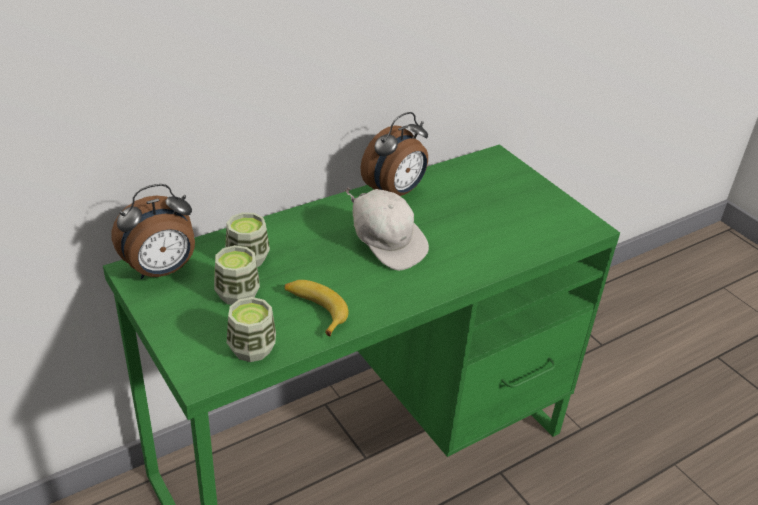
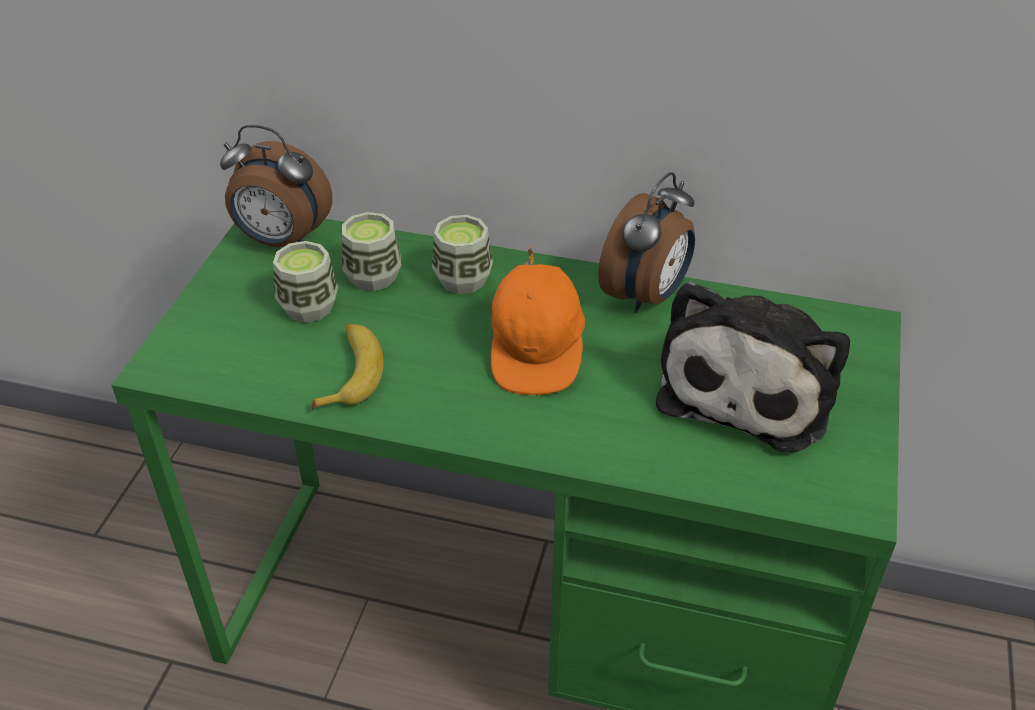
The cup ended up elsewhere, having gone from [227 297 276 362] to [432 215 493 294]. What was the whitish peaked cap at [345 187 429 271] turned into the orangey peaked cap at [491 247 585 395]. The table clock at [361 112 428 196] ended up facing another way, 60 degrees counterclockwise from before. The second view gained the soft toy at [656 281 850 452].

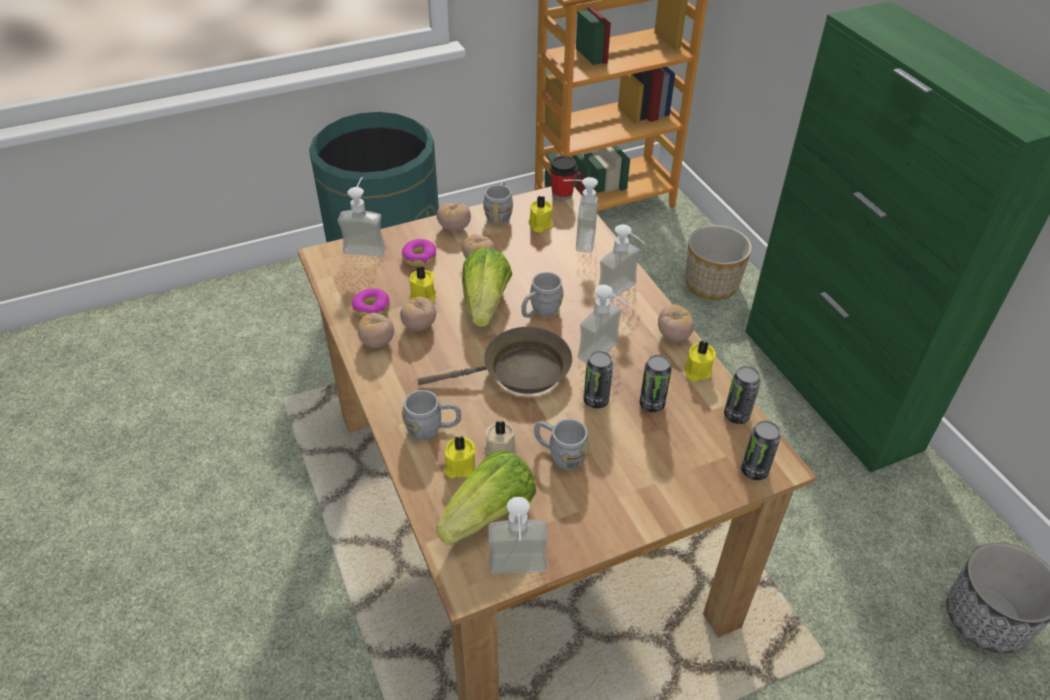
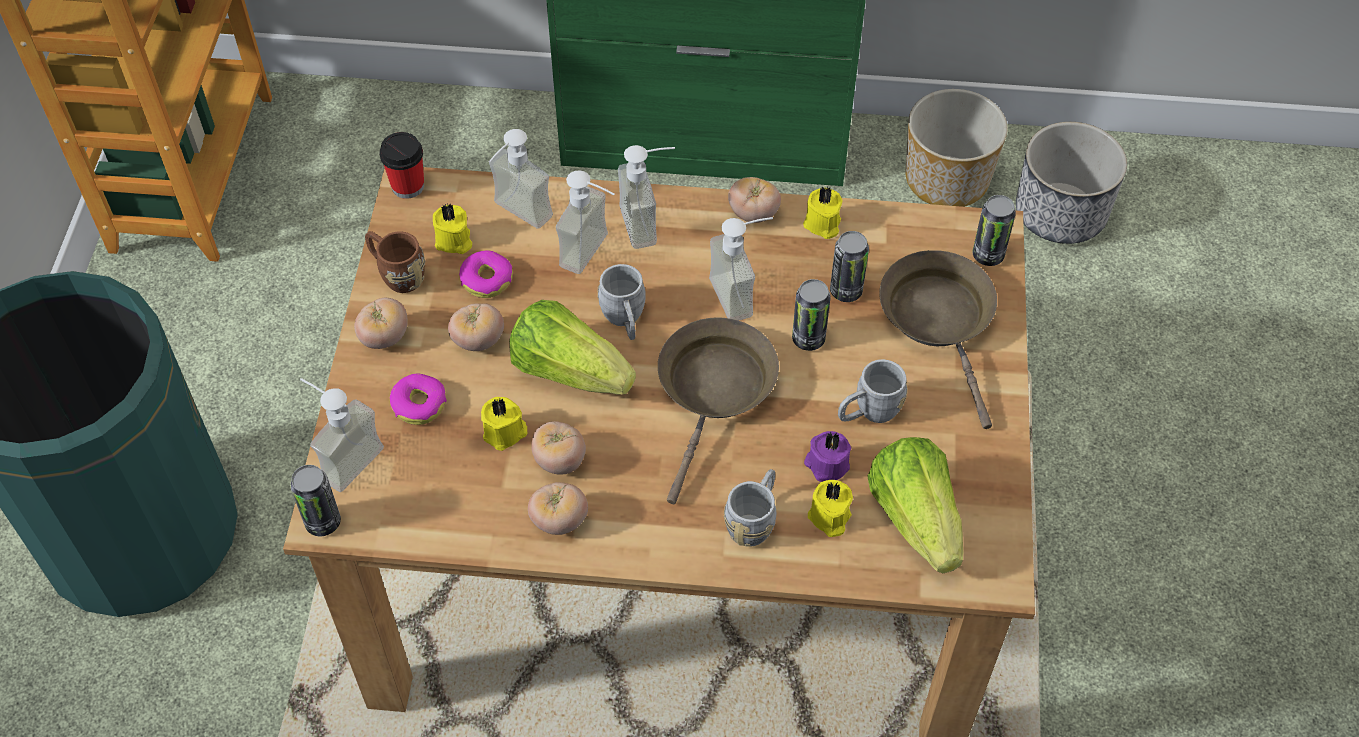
The metal can ended up elsewhere, having gone from [724 366 761 424] to [290 465 341 536]. What was the gray coffee mug at [483 181 513 225] turned into the brown-coloured coffee mug at [365 231 425 293]. The donut ended up elsewhere, having gone from [352 288 390 317] to [459 250 513 298]. The soap bottle ended up elsewhere, having gone from [488 497 548 574] to [556 170 615 274]. What was the beige-coloured candle at [484 420 517 455] turned into the purple candle at [804 431 851 482]. The second view gained the brown-coloured skillet at [879 250 997 429]. The flower pot ended up elsewhere, having gone from [685 225 752 300] to [905 89 1008 207].

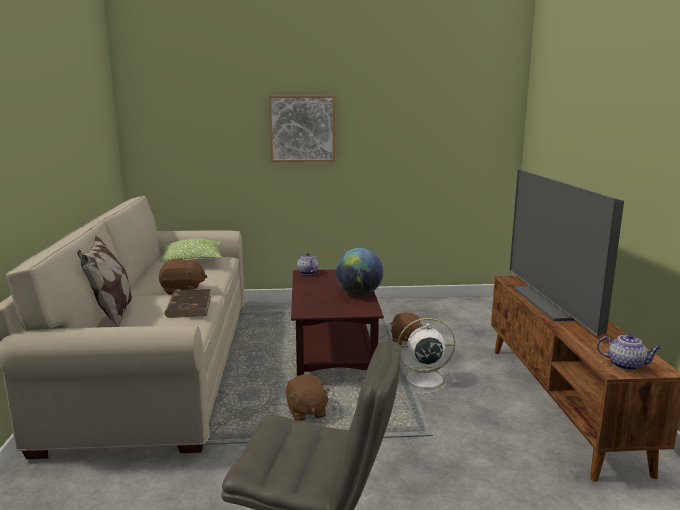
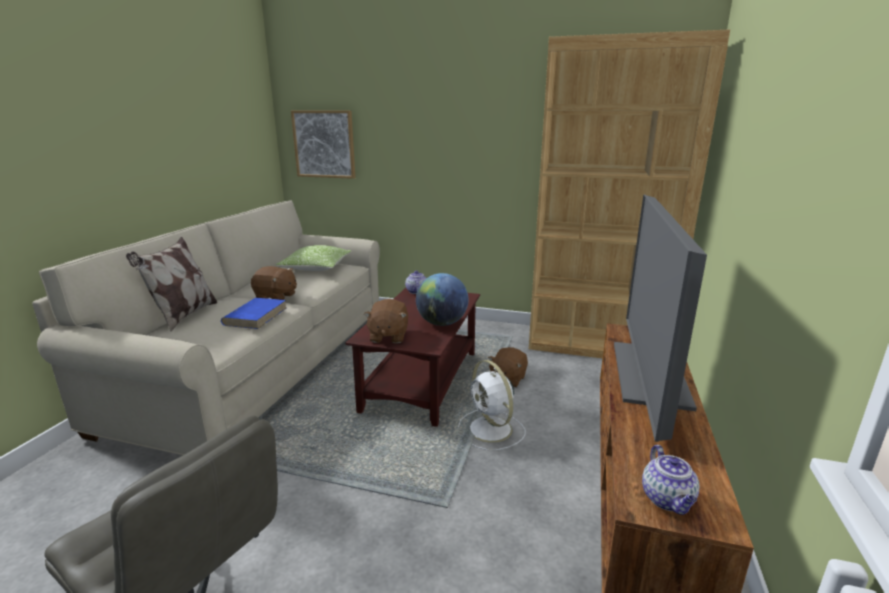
What was the brown-coloured volume at [165 289 211 318] turned into the bluish volume at [221 298 286 329]. The wall picture ended up elsewhere, having gone from [269 95 335 162] to [291 111 356 179]. The brown-coloured soft toy ended up elsewhere, having gone from [286 374 330 421] to [364 299 408 343]. The whitish cooling fan at [397 318 457 394] ended up facing another way, 135 degrees counterclockwise from before. The second view gained the brown-coloured shelving unit at [529 29 730 358]. The teapot at [597 334 662 370] ended up facing another way, 45 degrees clockwise from before.

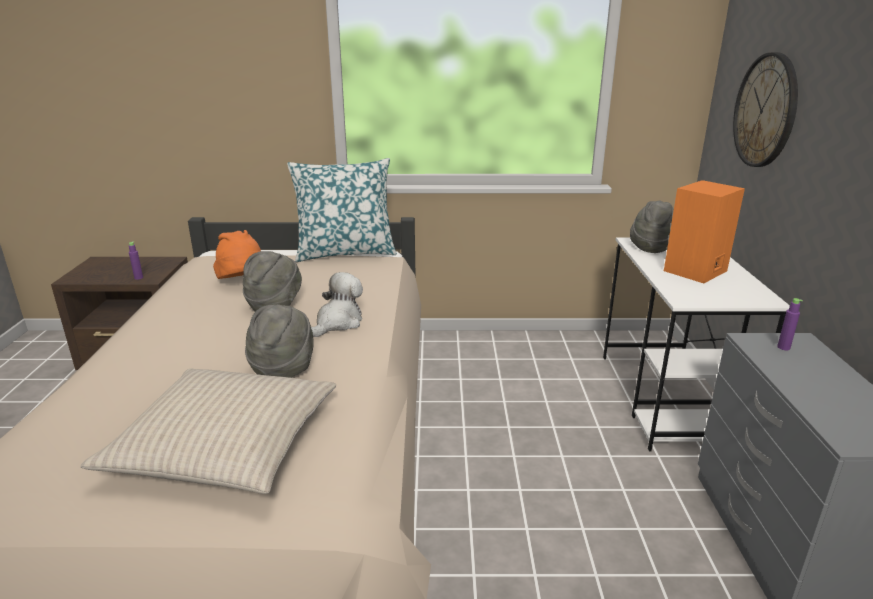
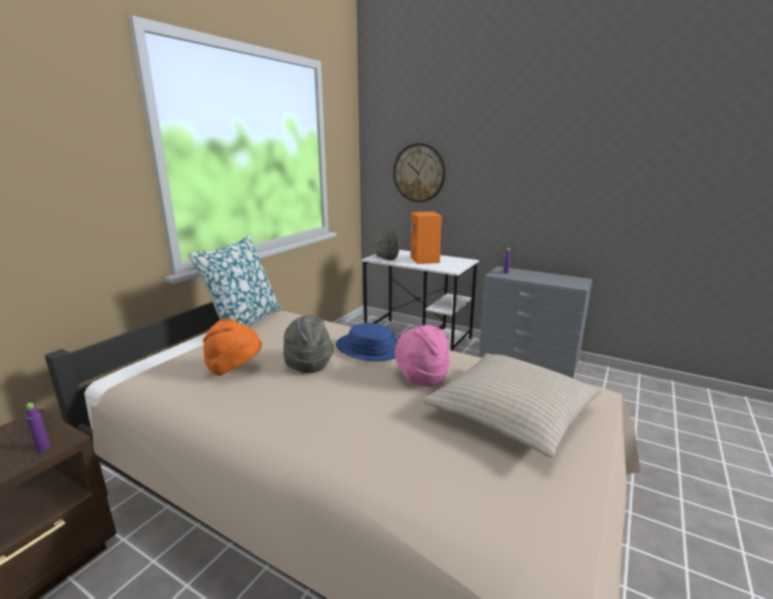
Where the soft toy stood at [311 272 363 337], the bluish wearable hat came to stand at [336 323 398 361]. What was the gray wearable hat at [245 304 314 378] turned into the pink wearable hat at [394 325 450 387].

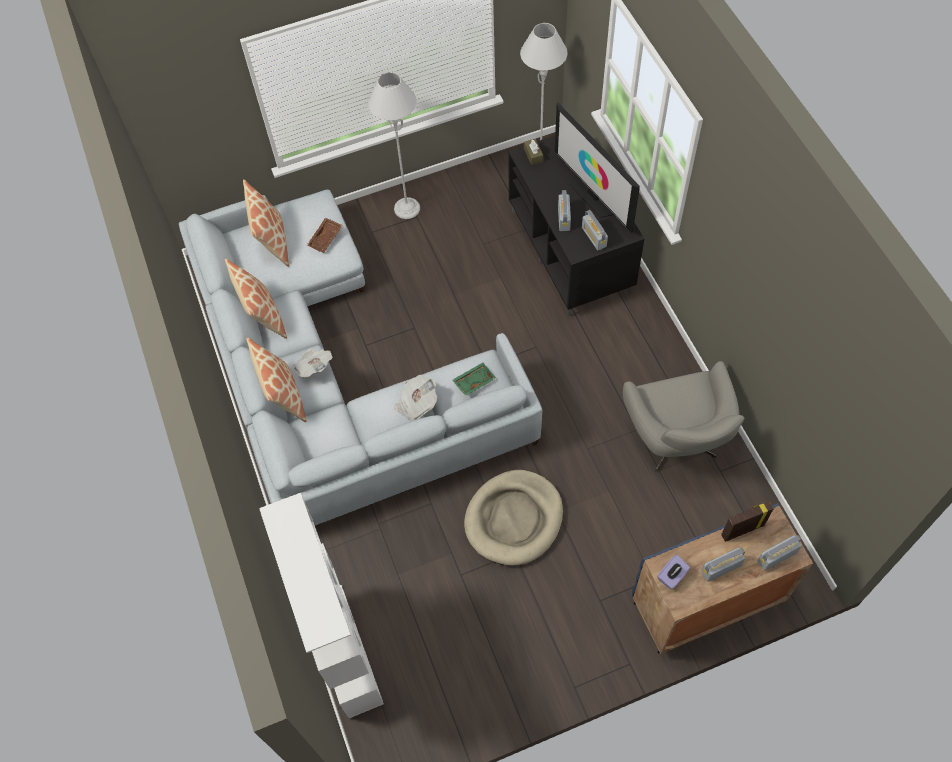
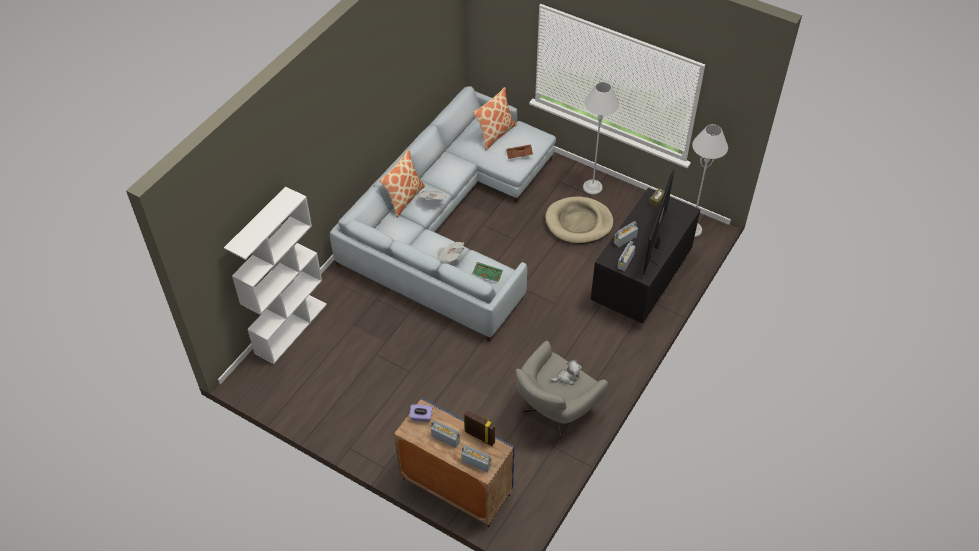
The beige-coloured dog cushion ended up elsewhere, having gone from [464 470 563 566] to [545 197 614 244]. The second view gained the soft toy at [550 360 582 385]. The second view lost the throw pillow at [225 258 287 339].

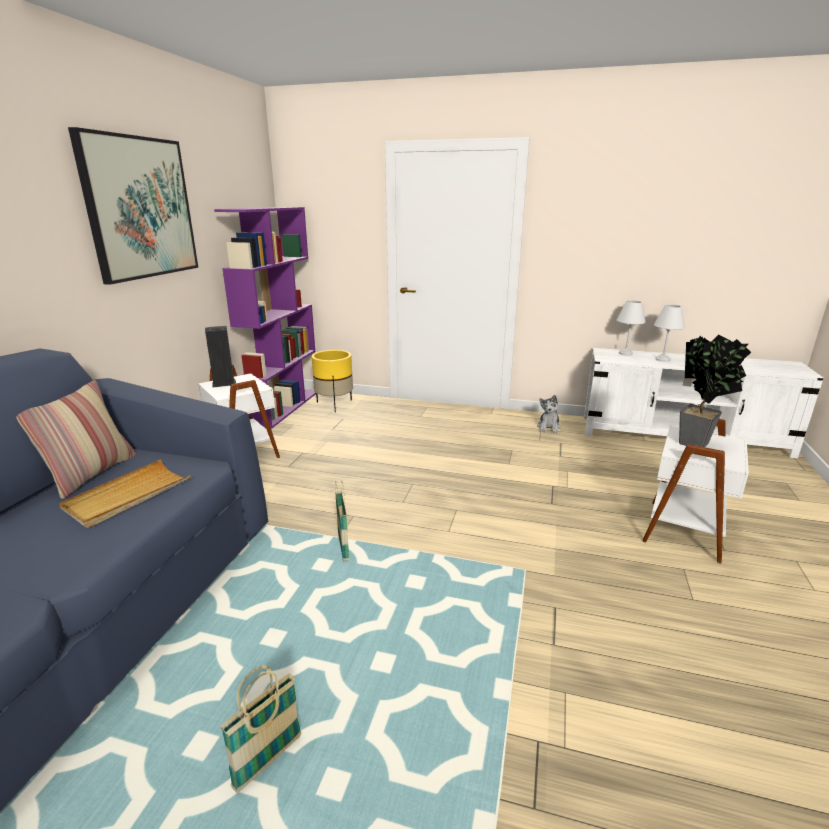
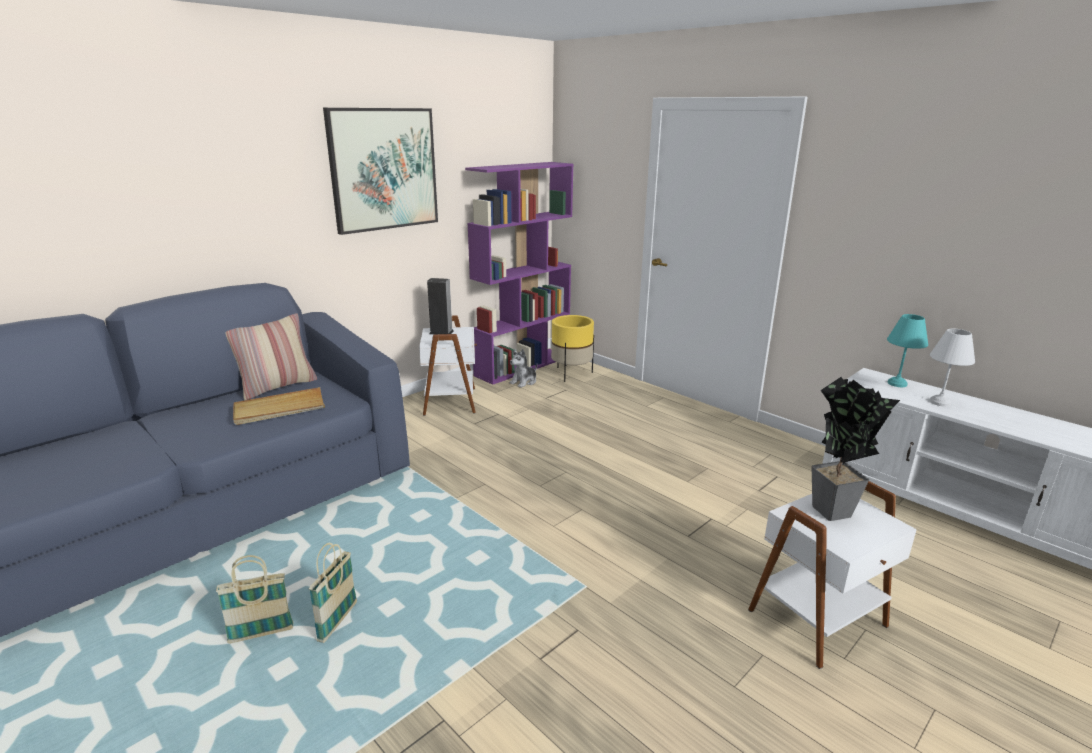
The storage basket ended up elsewhere, having gone from [335 482 349 561] to [309 543 357 643]. The soft toy ended up elsewhere, having gone from [537 395 561 433] to [509 349 537 388]. What was the whitish lamp for a table at [617 300 646 356] turned into the turquoise lamp for a table at [887 314 928 387].

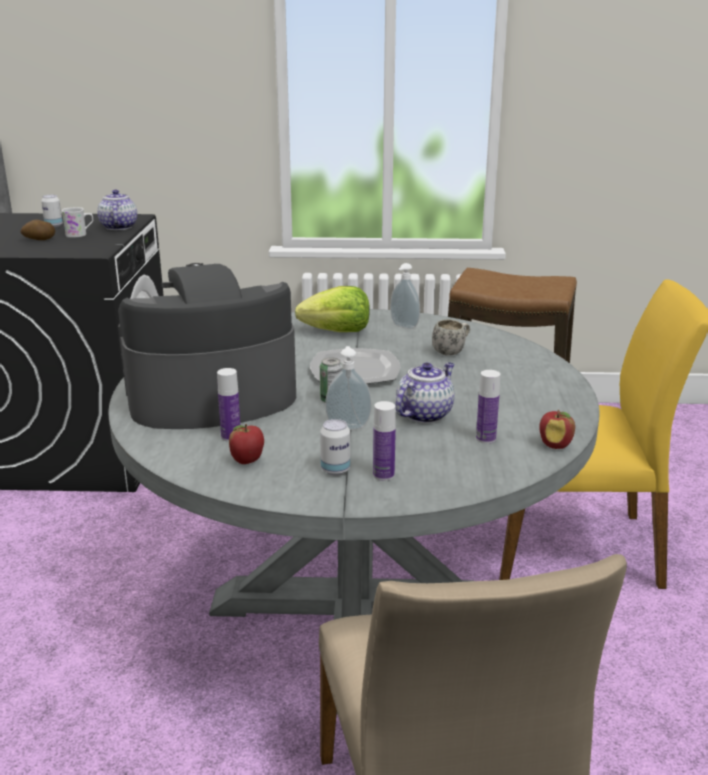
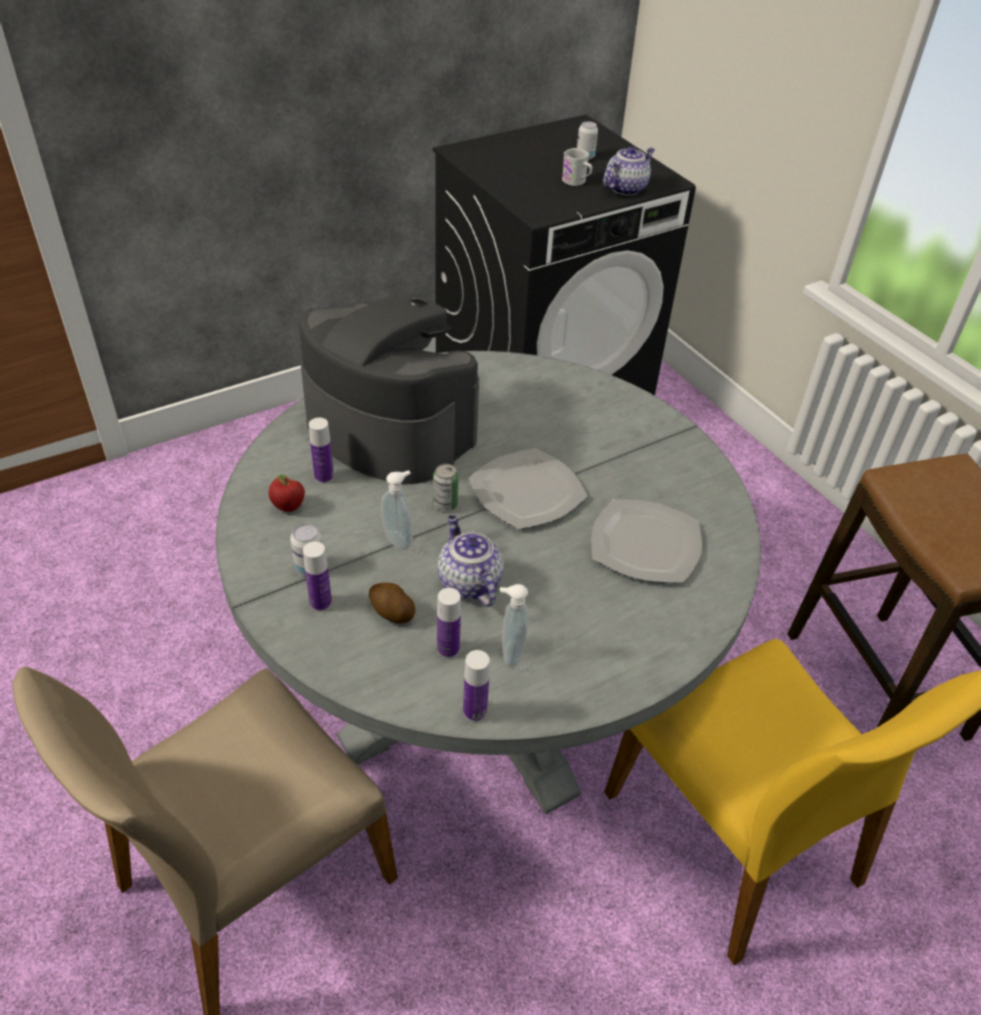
The spud ended up elsewhere, having gone from [20 220 55 240] to [369 583 415 623]. The teapot at [395 362 455 423] ended up facing another way, 120 degrees counterclockwise from before. Where the apple stood at [539 410 575 449], the drink bottle came to stand at [463 650 490 722]. The soap bottle ended up elsewhere, having gone from [390 263 420 329] to [500 584 528 667]. Where the whitish coffee mug stood at [432 319 470 356], the dinner plate came to stand at [591 499 702 583]. The second view lost the lettuce head at [295 286 370 332].

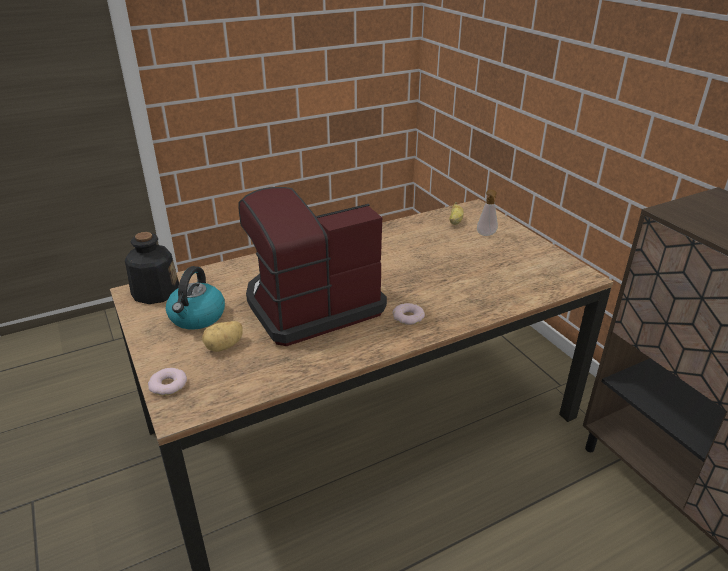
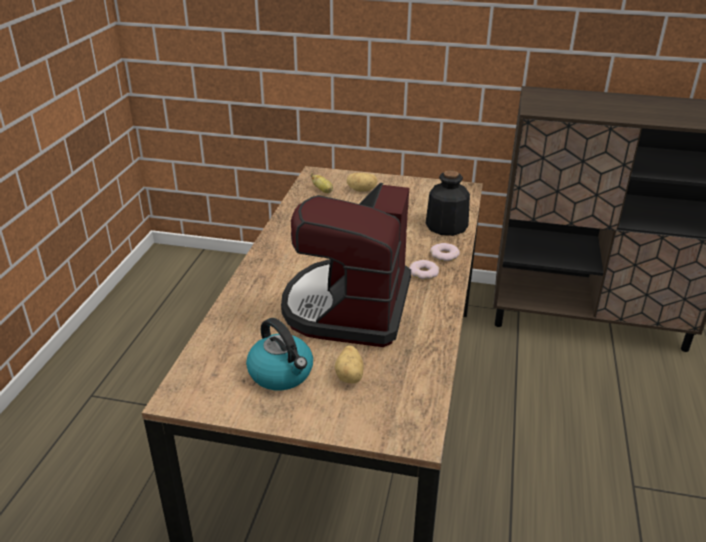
Where the soap bottle stood at [477 190 498 236], the spud came to stand at [347 173 378 192]. The drink bottle ended up elsewhere, having gone from [125 232 179 304] to [425 170 470 236]. The donut ended up elsewhere, having gone from [148 368 187 396] to [430 243 460 261].

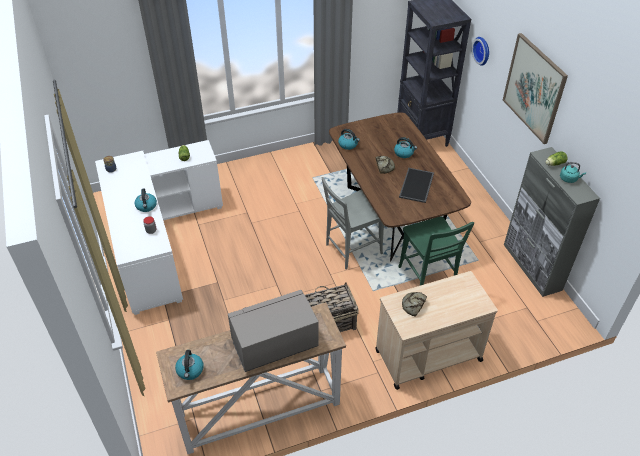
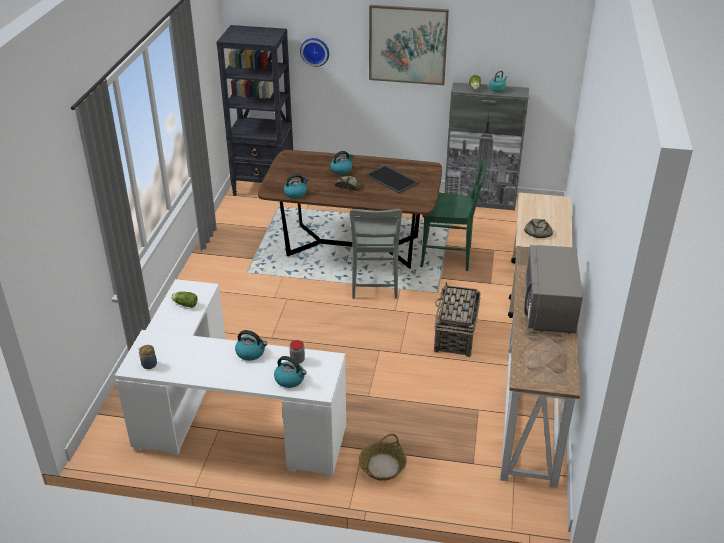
The tea kettle ended up elsewhere, having gone from [175 350 204 380] to [274 356 307 388]. The second view gained the storage basket at [359 433 407 481].

